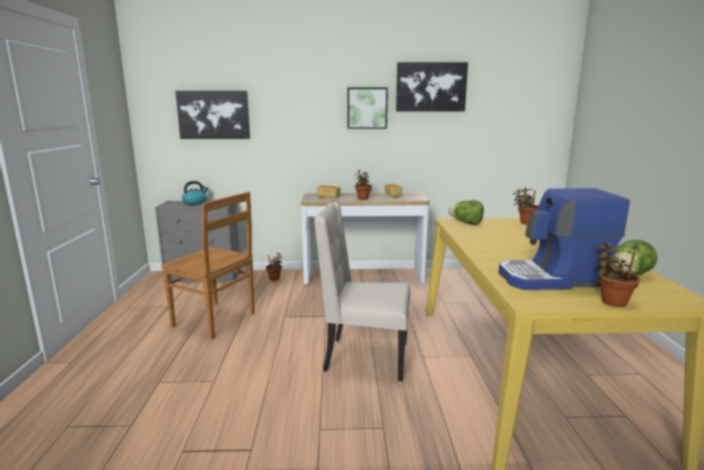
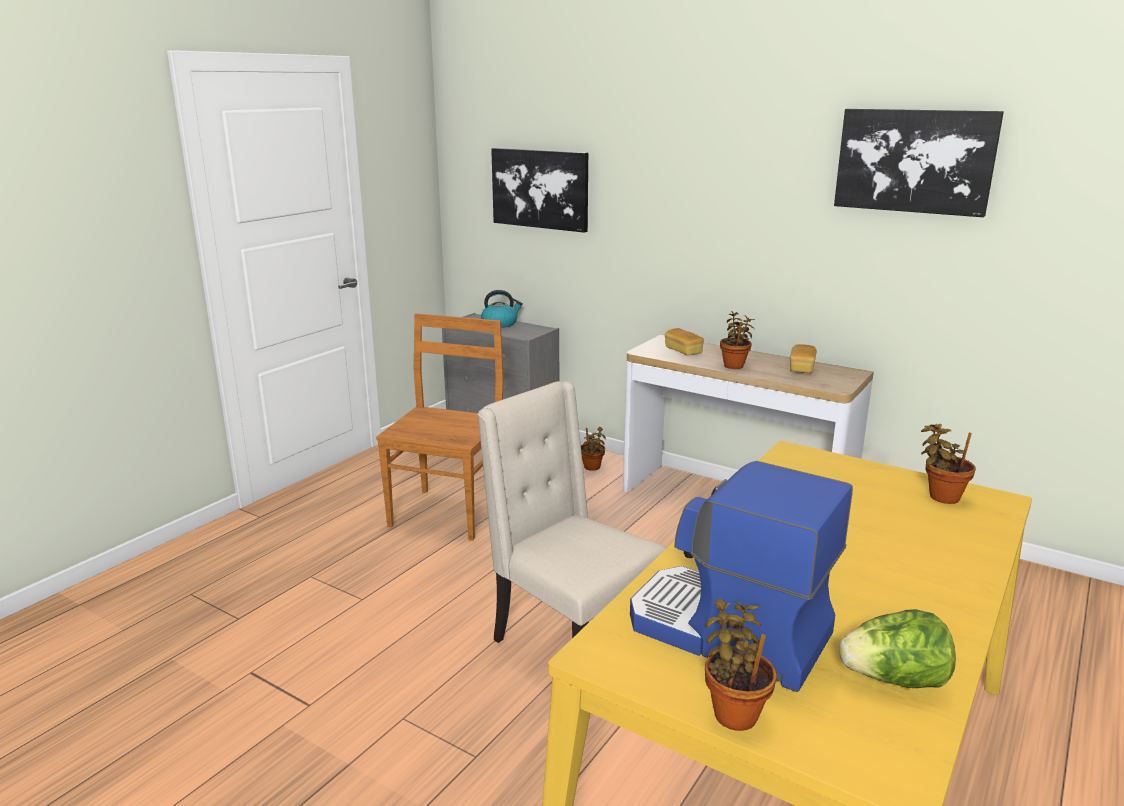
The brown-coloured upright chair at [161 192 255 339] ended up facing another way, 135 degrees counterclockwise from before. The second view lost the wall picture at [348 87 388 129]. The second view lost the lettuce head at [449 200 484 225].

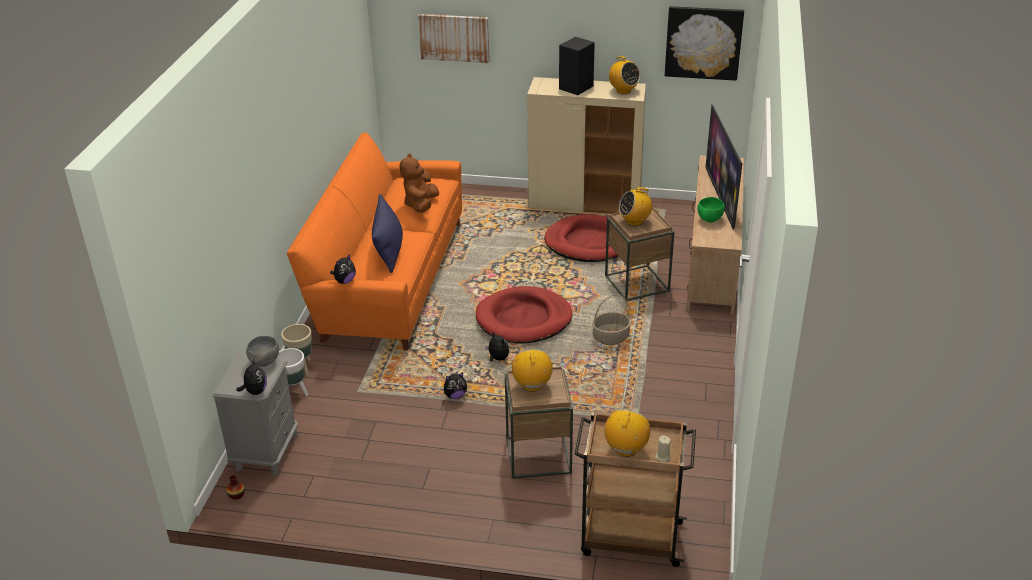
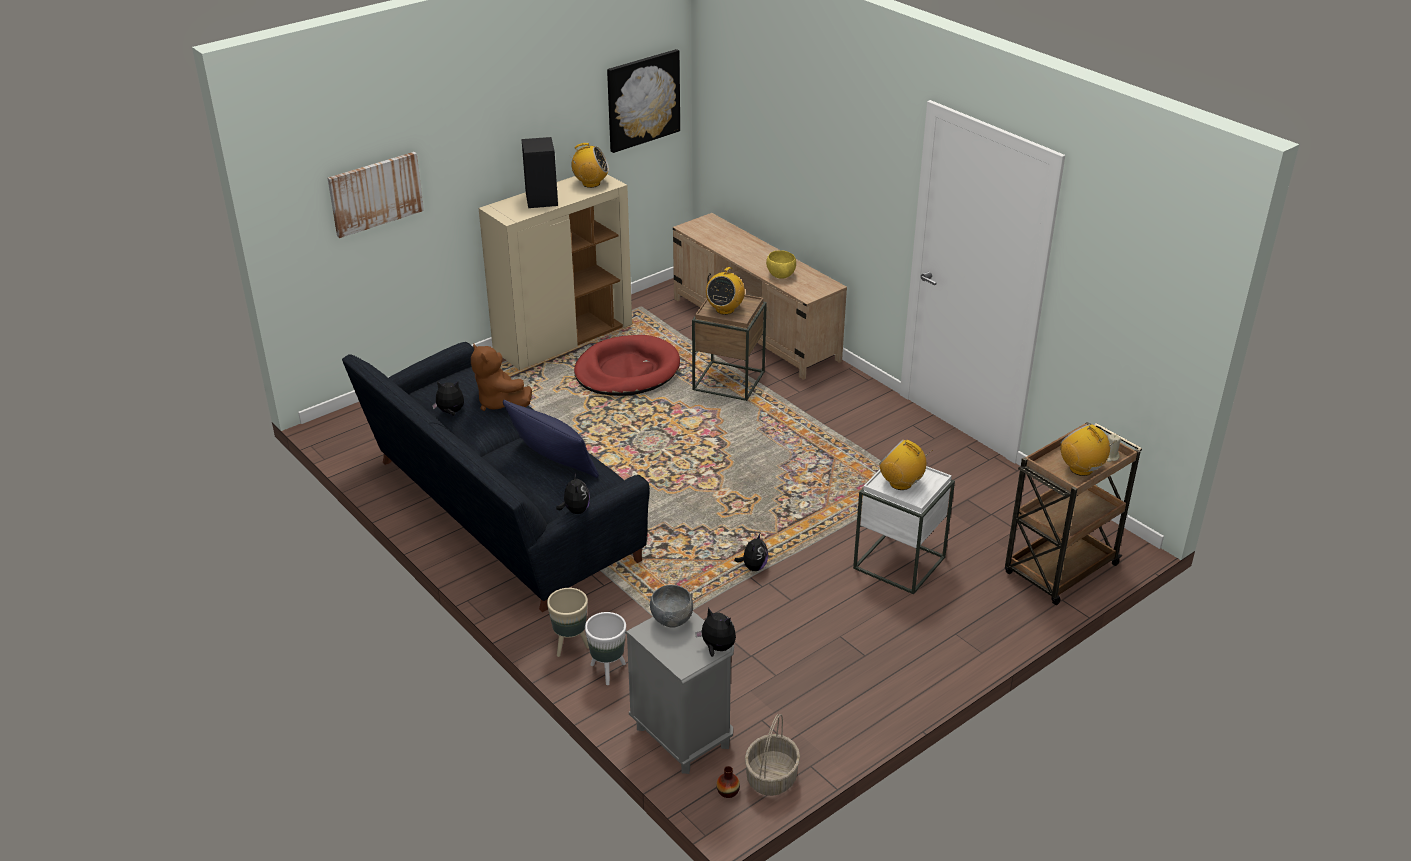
What was the orangey couch at [287 132 462 350] turned into the black couch at [342 342 650 612]. The soft toy ended up elsewhere, having gone from [485 331 509 362] to [432 381 464 416]. The storage basket ended up elsewhere, having gone from [592 295 632 345] to [745 714 800 796]. What was the green-coloured serving bowl at [697 197 725 223] turned into the yellowish serving bowl at [766 250 796 279]. What was the brown-coloured side table at [505 366 573 479] turned into the whitish side table at [853 466 955 594]. The second view lost the red-coloured dog cushion at [476 286 573 344]. The second view lost the TV at [705 104 742 230].

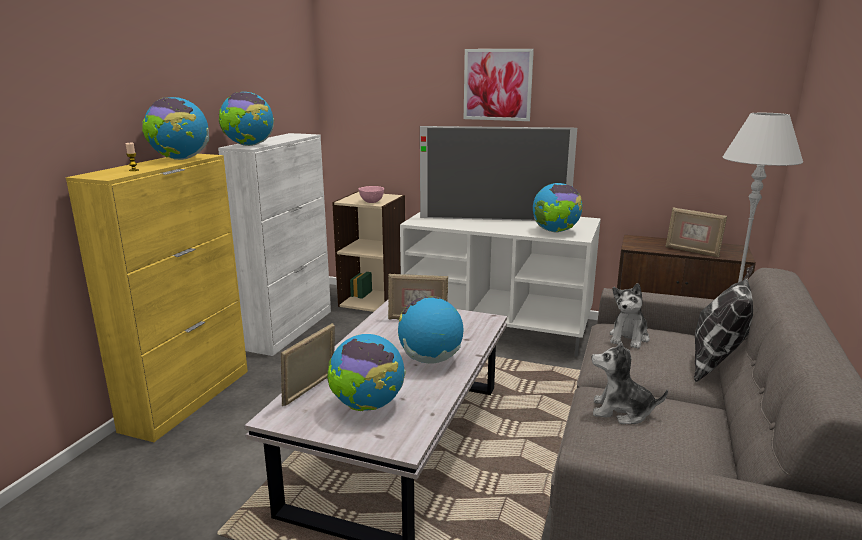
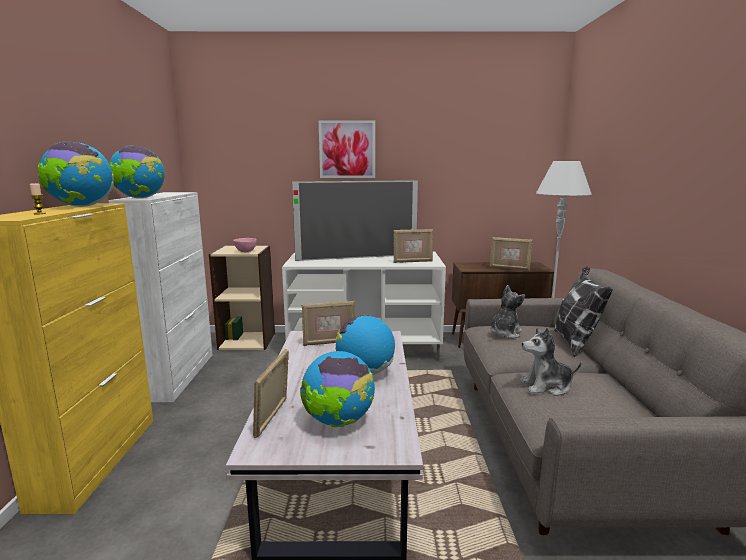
Where the world globe stood at [533 183 583 233], the standing frame came to stand at [393 229 433 263]. The soft toy at [610 283 650 349] ended up facing another way, 150 degrees counterclockwise from before.

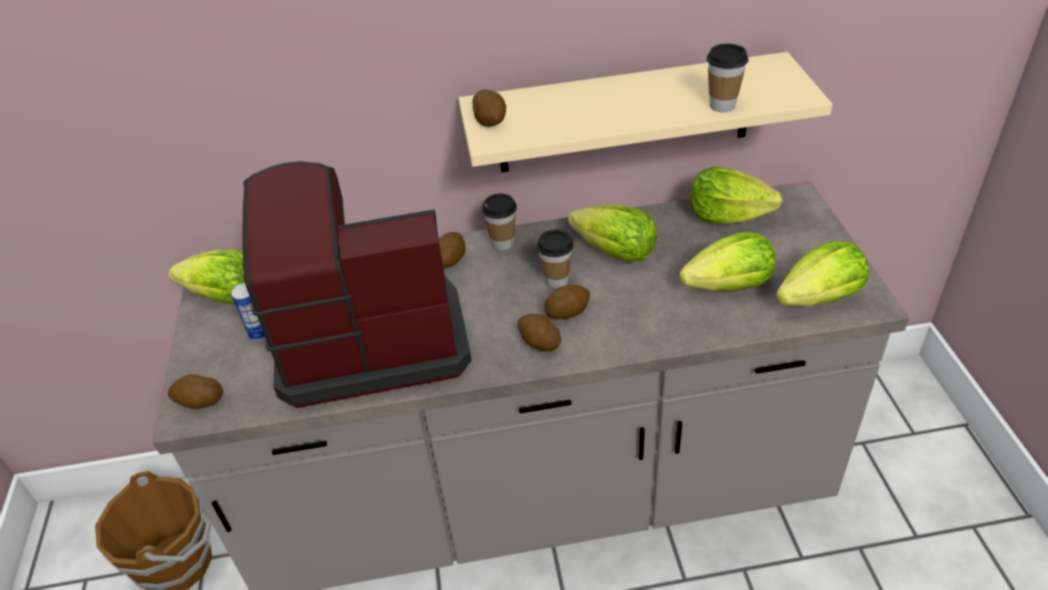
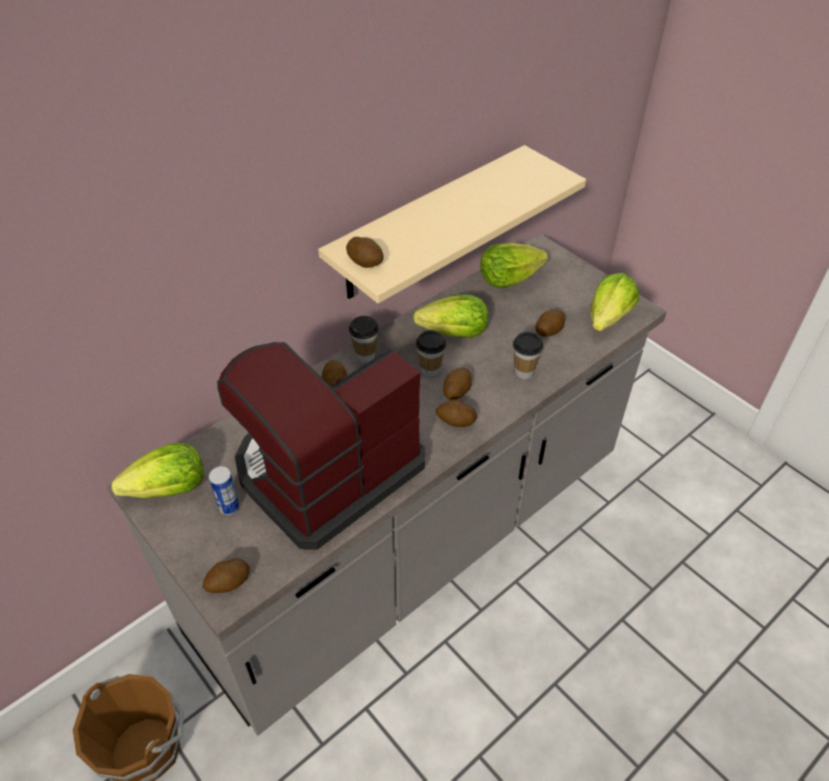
The cup ended up elsewhere, having gone from [707 44 748 113] to [513 332 543 379]. Where the lettuce head stood at [680 232 776 291], the spud came to stand at [535 310 565 337].

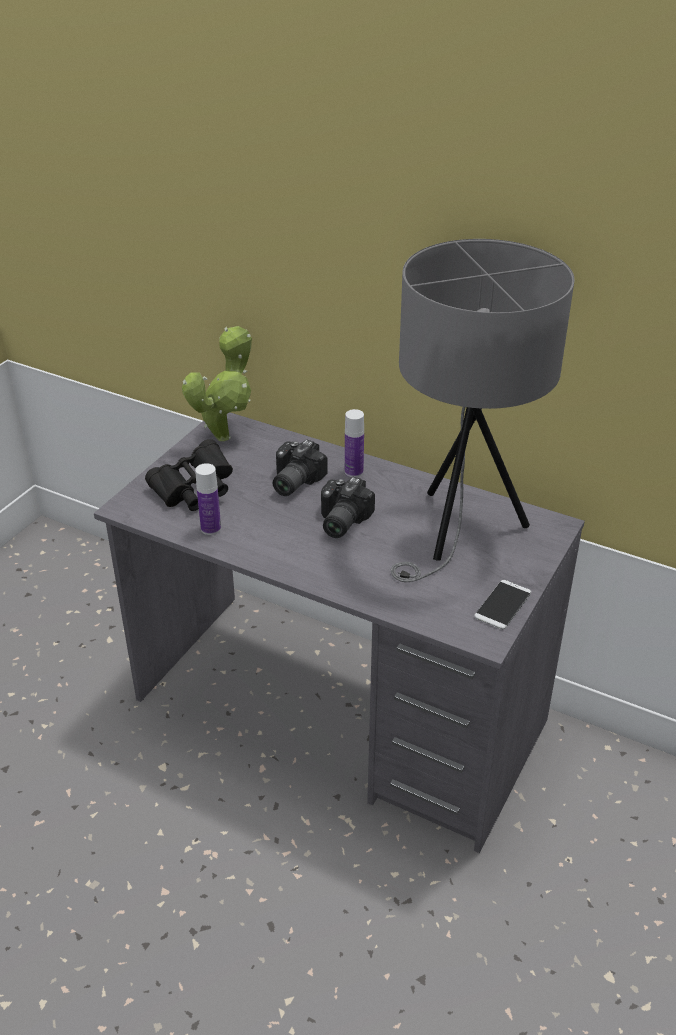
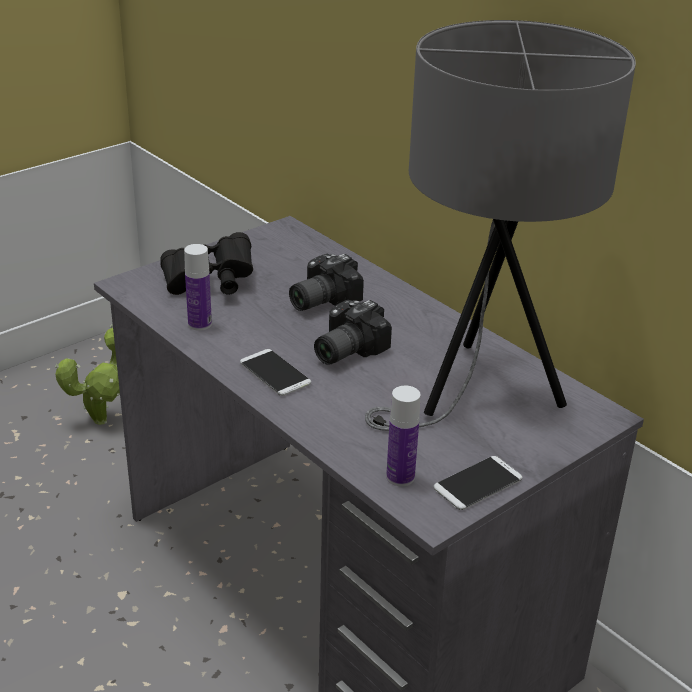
The potted plant ended up elsewhere, having gone from [182 326 252 441] to [55 323 120 425]. The second view gained the phone at [240 349 311 396]. The drink bottle ended up elsewhere, having gone from [345 409 364 477] to [386 386 421 486].

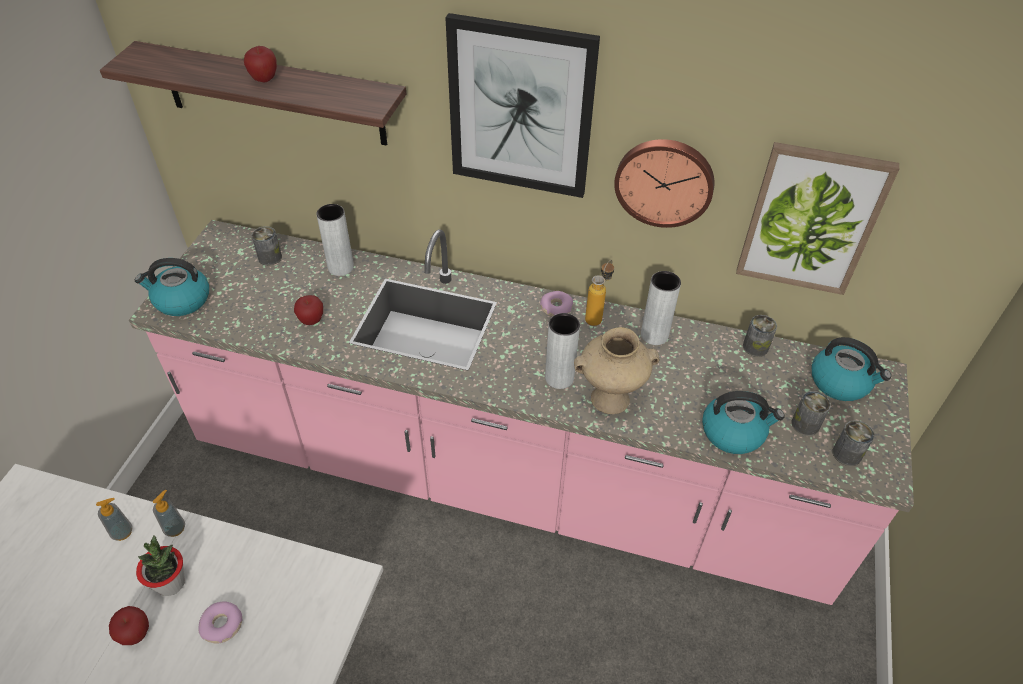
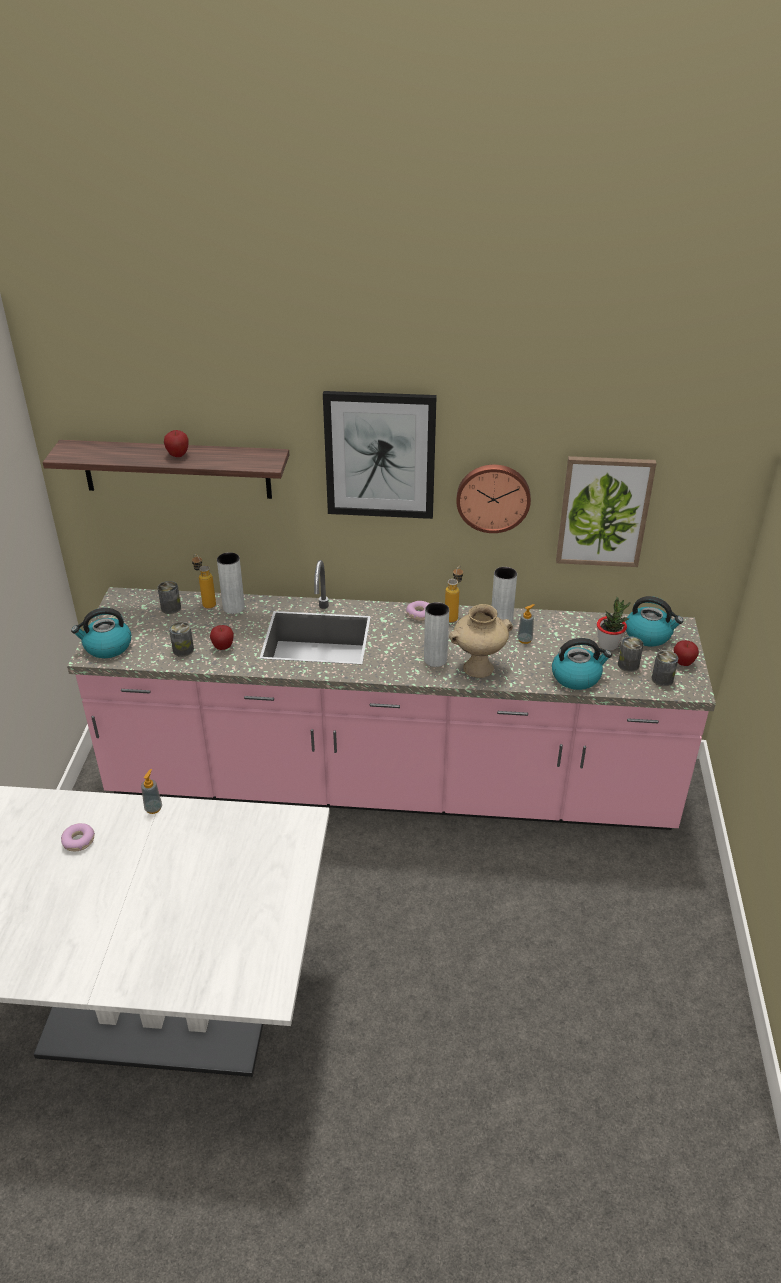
The donut ended up elsewhere, having gone from [198 601 242 644] to [61 823 95 851]. The metal can ended up elsewhere, having gone from [743 315 777 357] to [169 622 194 657]. The second view gained the drink bottle at [192 554 216 609]. The soap bottle ended up elsewhere, having gone from [96 498 133 541] to [517 604 534 644]. The potted plant ended up elsewhere, having gone from [136 535 185 596] to [597 597 630 651]. The apple ended up elsewhere, having gone from [109 606 149 645] to [674 640 699 666].

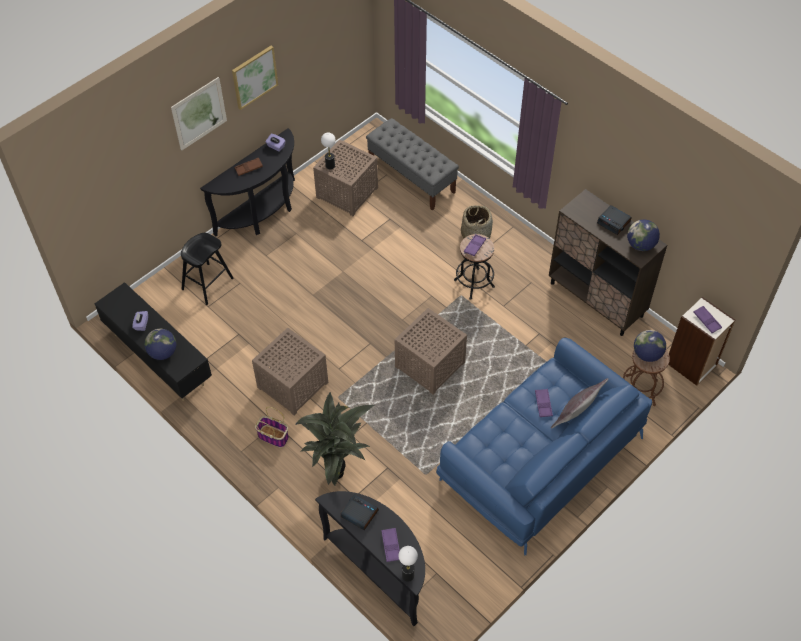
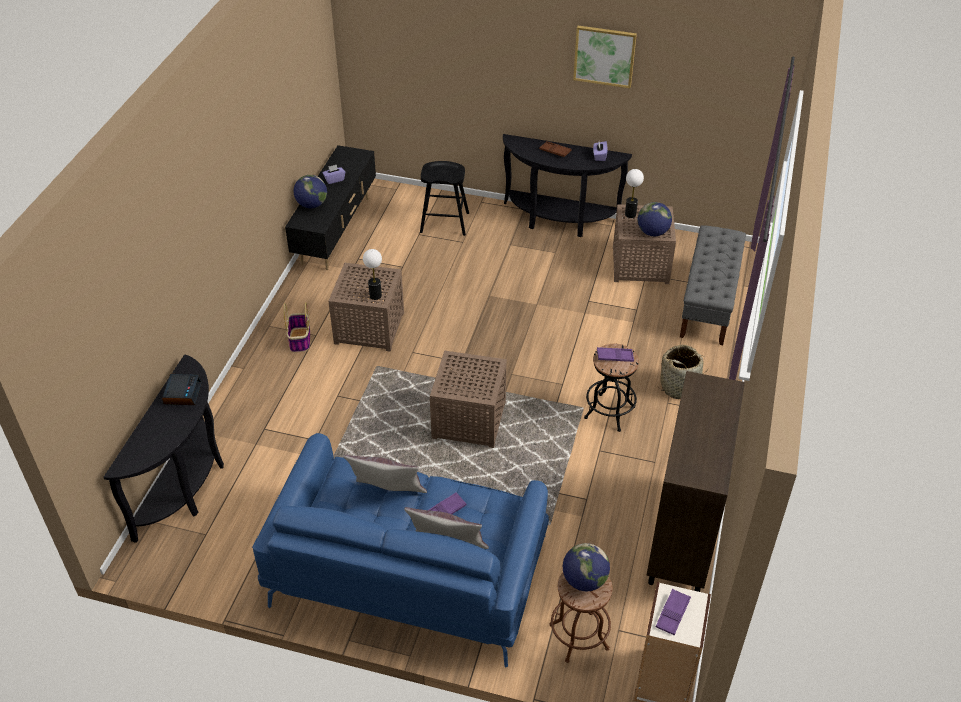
The second view gained the gray throw pillow at [344 455 427 493]. The lamp for a table ended up elsewhere, having gone from [398 546 418 582] to [363 249 382 300]. The world globe ended up elsewhere, having gone from [627 219 660 251] to [638 202 672 236]. The second view lost the wall picture at [171 77 227 151]. The second view lost the potted plant at [295 392 374 486]. The second view lost the purple serving tray at [381 528 400 562]. The second view lost the table clock at [597 205 632 235].

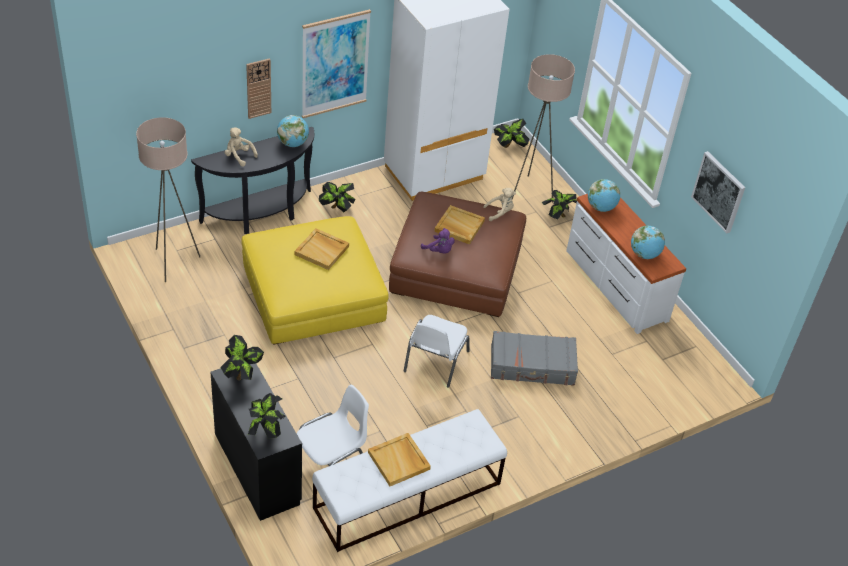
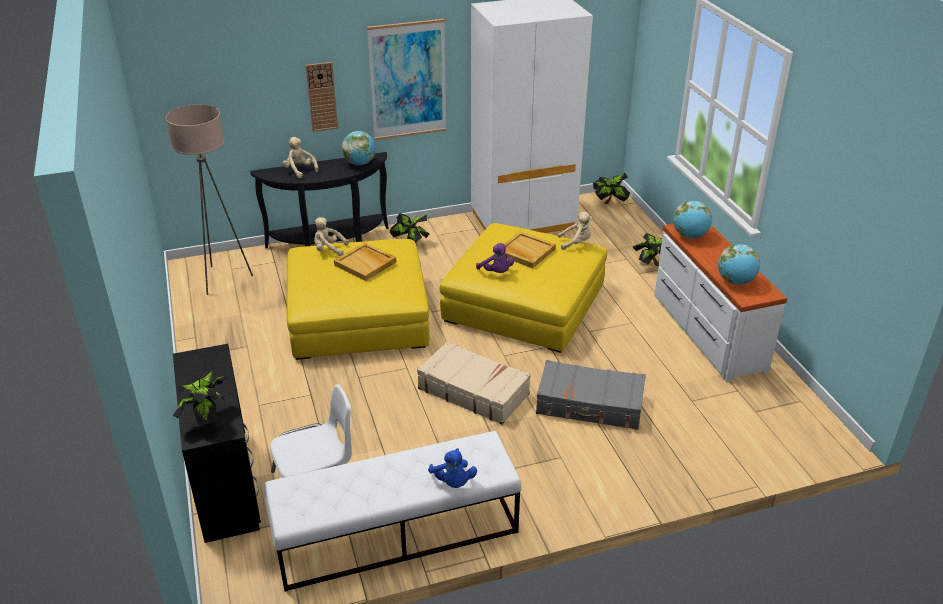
The second view gained the beige-coloured soft toy at [313 217 349 256]. Where the whitish upright chair stood at [403 315 469 388], the beige-coloured travel case came to stand at [417 342 531 425]. The second view gained the bluish soft toy at [428 448 477 488]. What was the brown-coloured ottoman at [389 192 526 317] turned into the yellowish ottoman at [440 223 607 353]. The second view lost the potted plant at [220 335 264 380]. The second view lost the beige-coloured serving tray at [368 433 431 486]. The second view lost the beige-coloured standing lamp at [512 54 575 203]. The second view lost the wall picture at [691 151 745 233].

